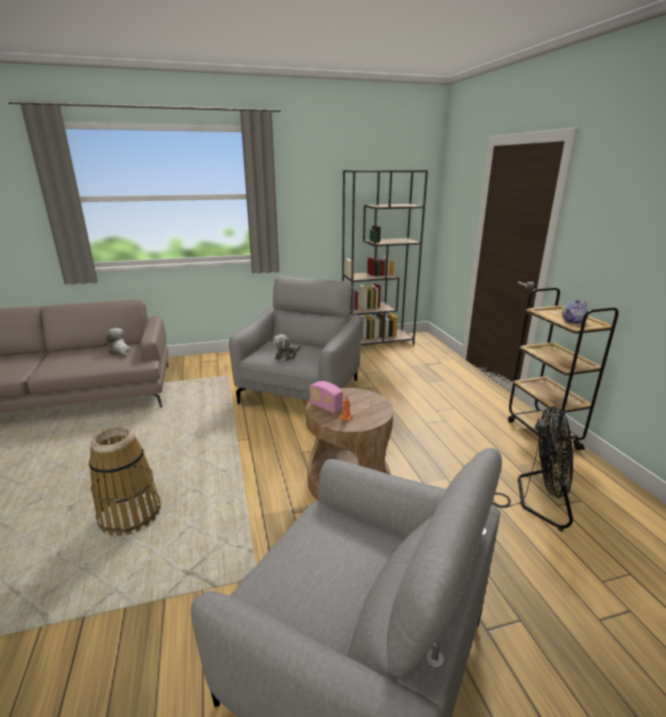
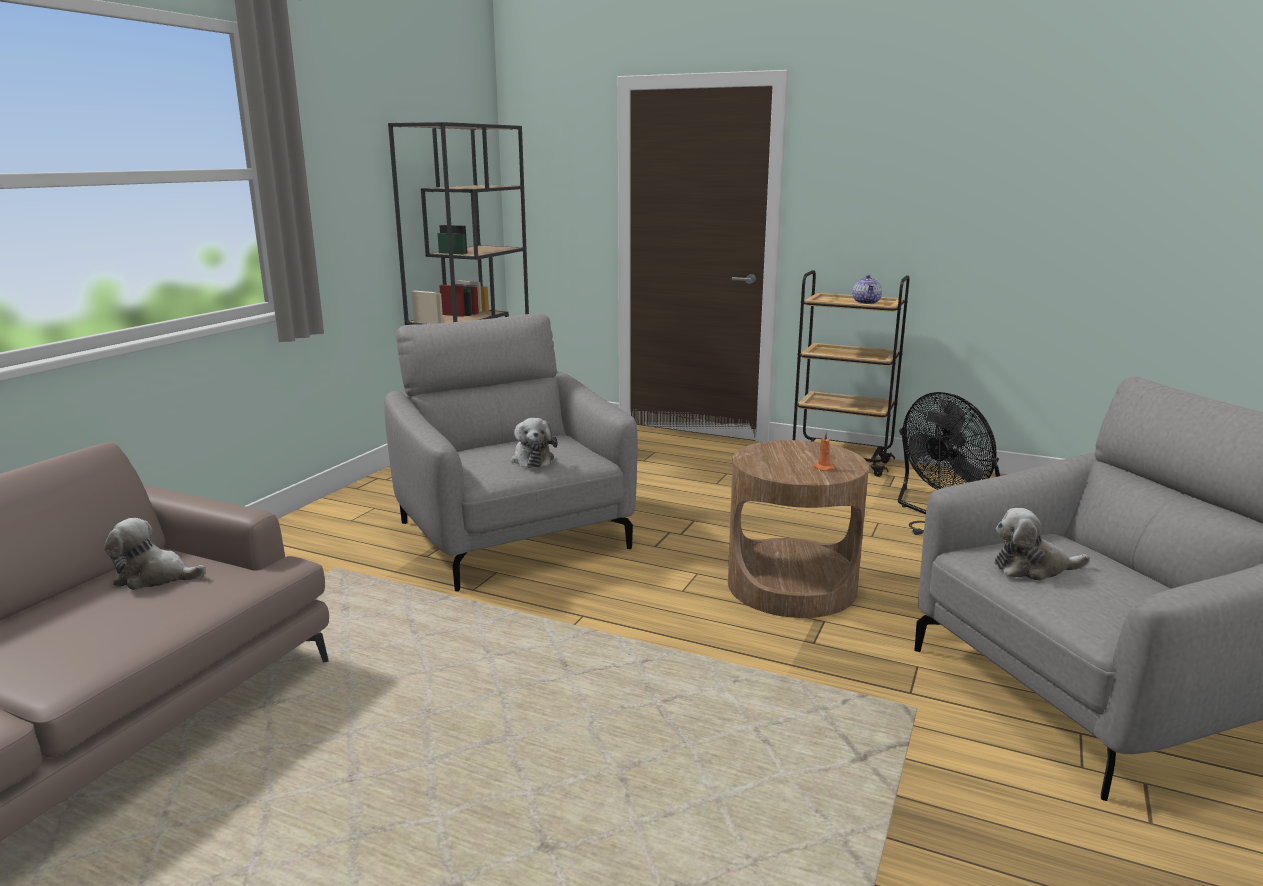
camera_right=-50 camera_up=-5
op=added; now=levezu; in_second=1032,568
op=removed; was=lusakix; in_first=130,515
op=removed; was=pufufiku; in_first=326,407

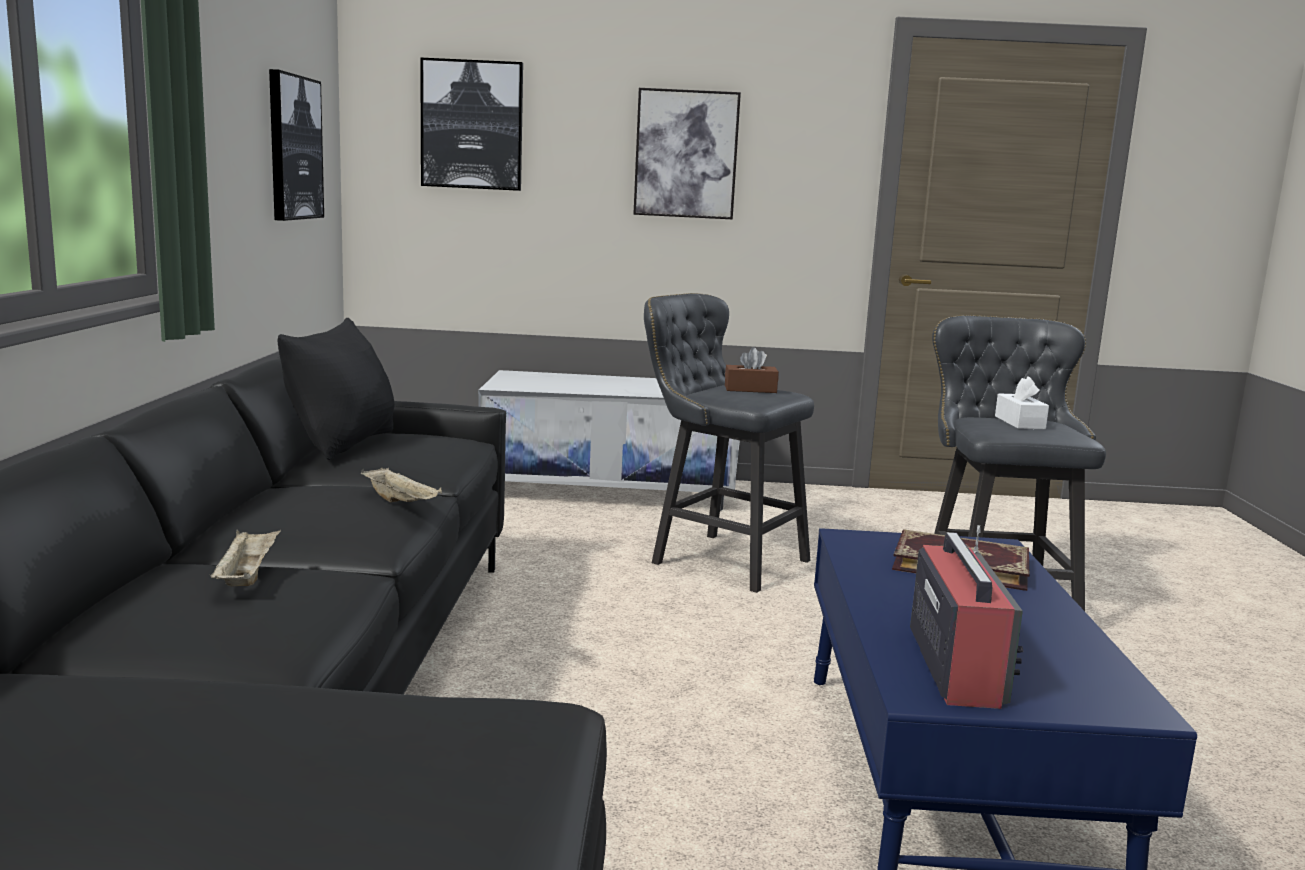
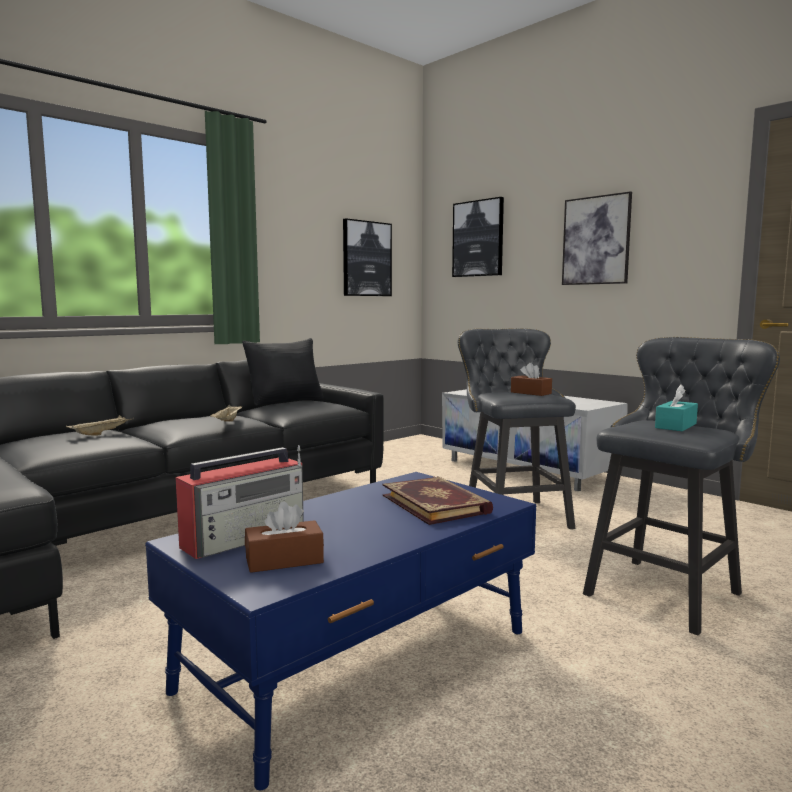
camera_right=45 camera_up=-5
op=added; now=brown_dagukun; in_second=284,560
op=recoloured; was=white_dagukun; now=turquoise_dagukun; in_first=1019,422; in_second=676,426

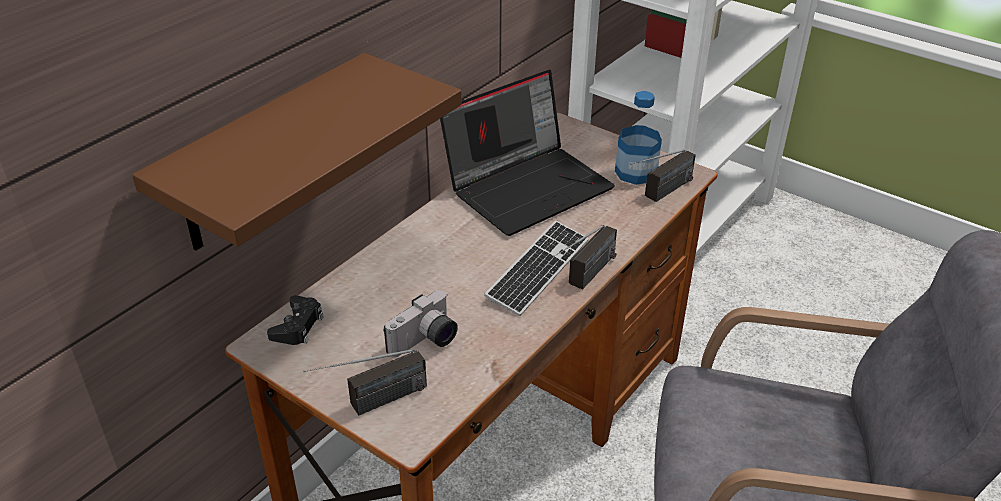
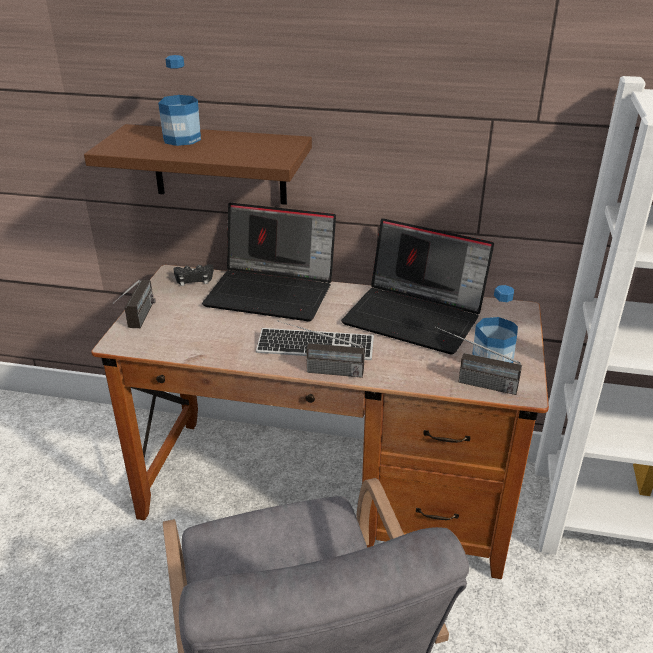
camera_right=65 camera_up=-5
op=turned; was=pufufiku; in_first=371,404; in_second=139,322; clockwise=-120
op=added; now=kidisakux; in_second=182,139
op=added; now=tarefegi; in_second=273,292
op=removed; was=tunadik; in_first=425,342

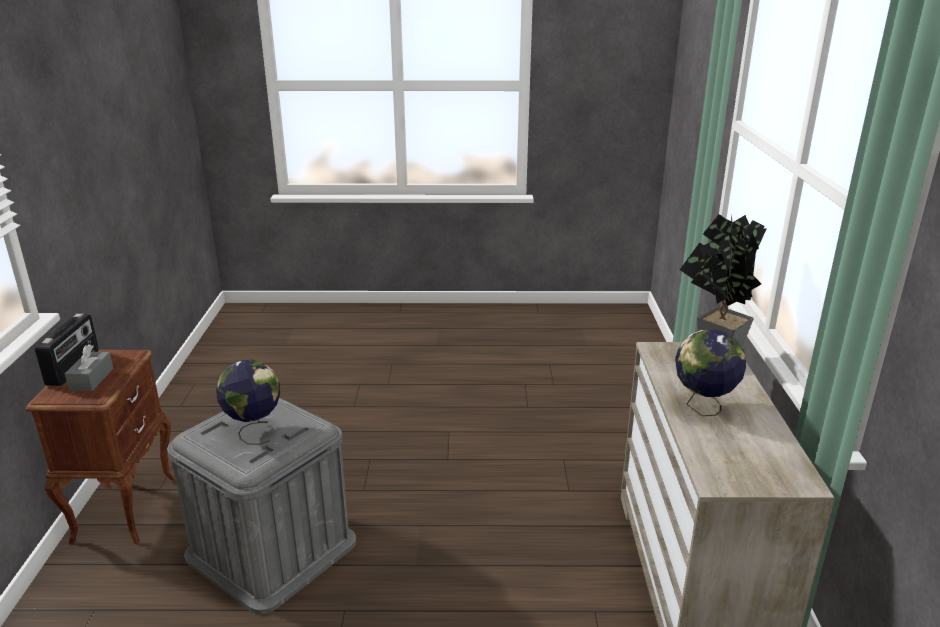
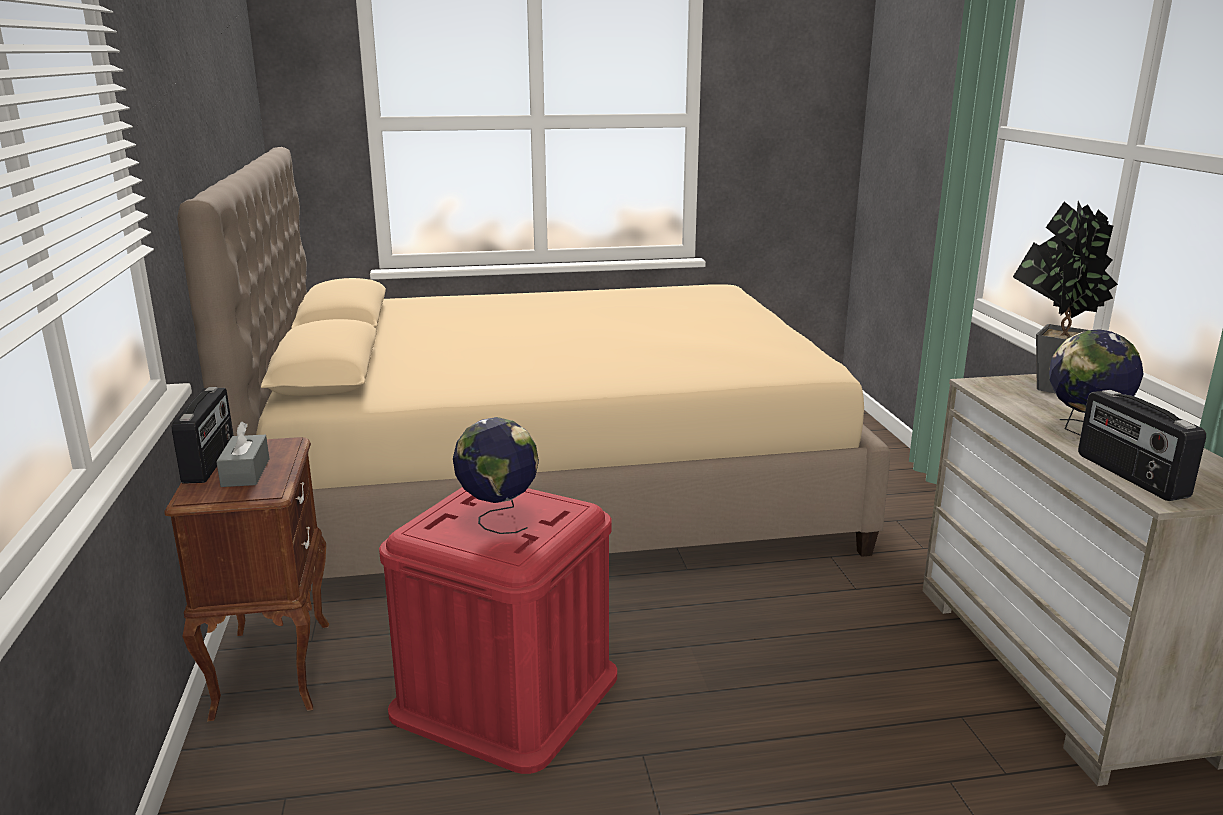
camera_right=-10 camera_up=-5
op=added; now=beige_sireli; in_second=549,488
op=recoloured; was=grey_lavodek; now=red_lavodek; in_first=272,549; in_second=506,694
op=added; now=pufufiku; in_second=1129,476

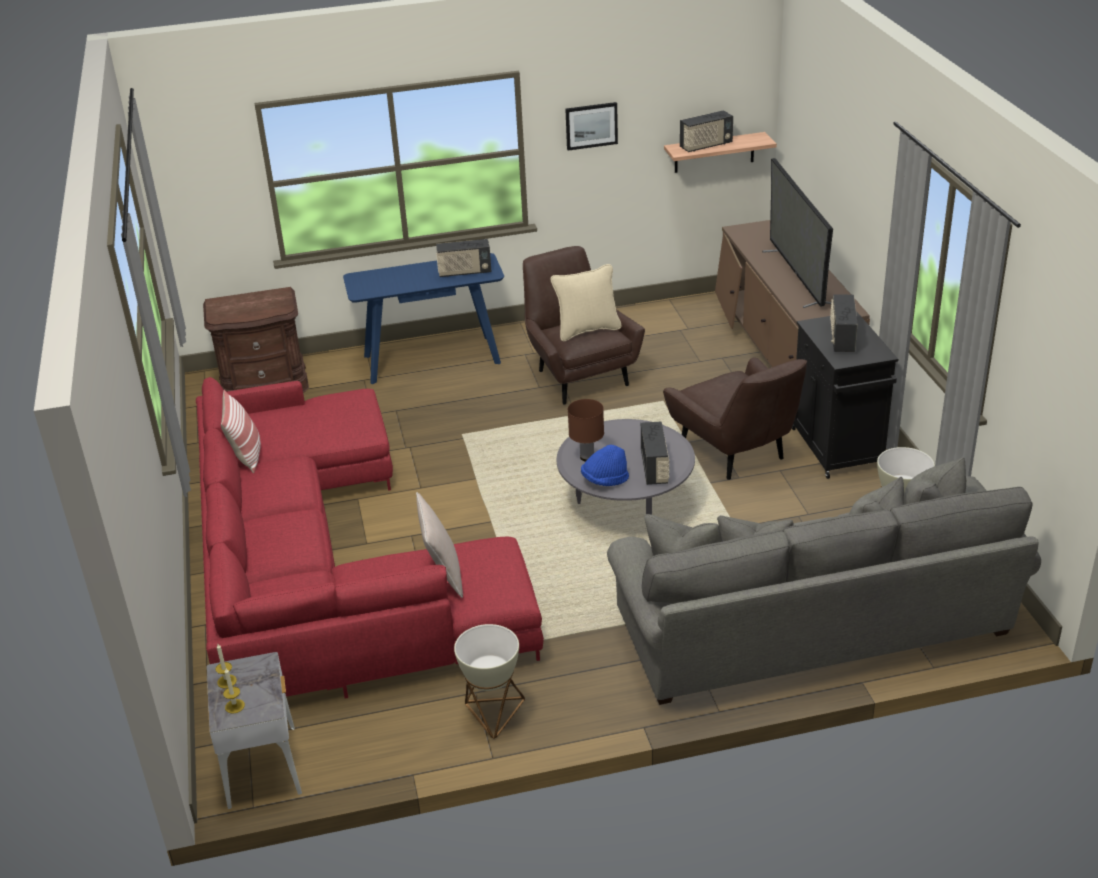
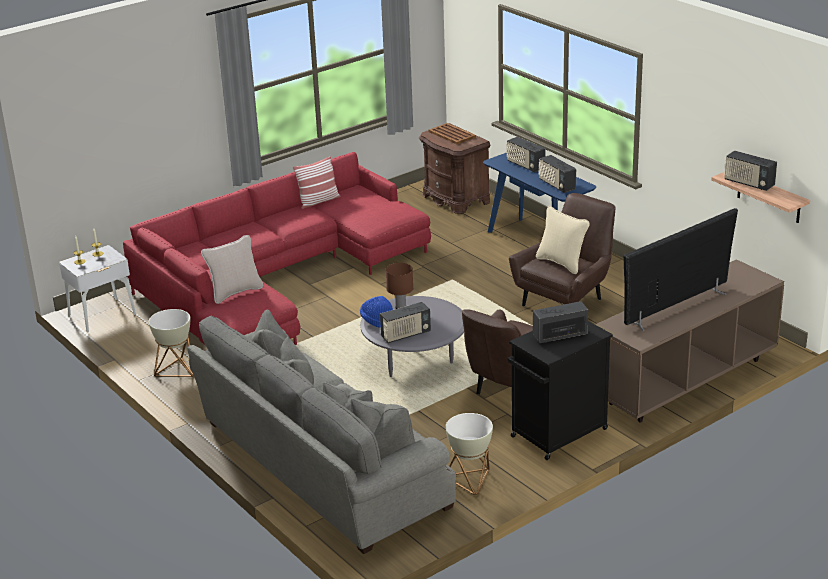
camera_right=65 camera_up=-5
op=added; now=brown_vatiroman; in_second=451,134
op=added; now=pufufiku; in_second=525,165
op=removed; was=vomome; in_first=591,125

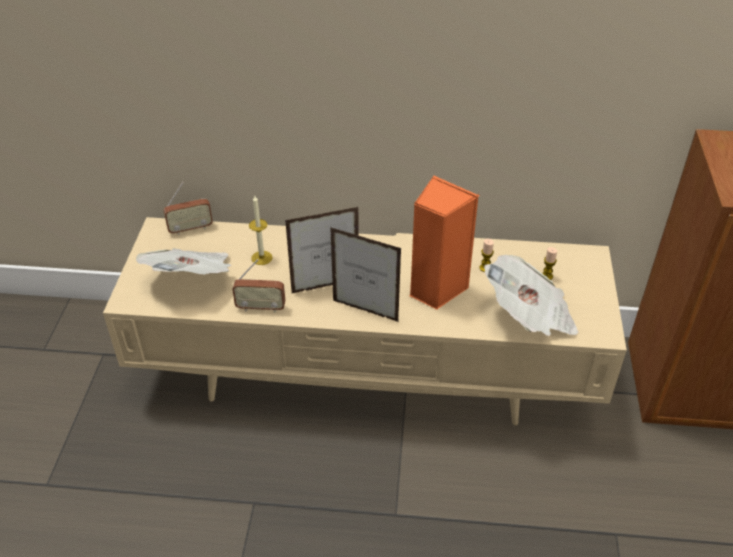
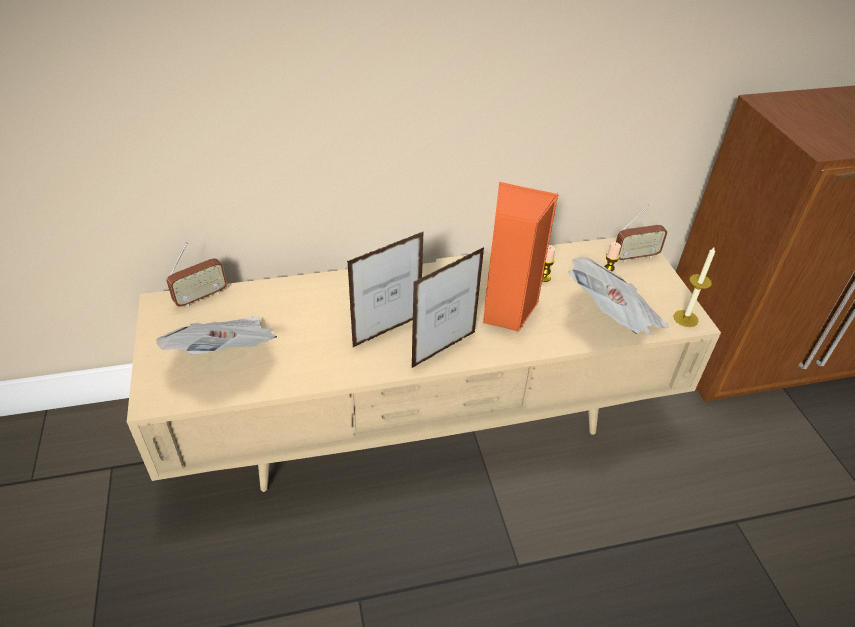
camera_right=-20 camera_up=0
op=turned; was=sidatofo; in_first=365,311; in_second=444,349; clockwise=-45
op=moved; was=pufufiku; in_first=260,307; in_second=635,256
op=moved; was=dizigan; in_first=261,258; in_second=685,318

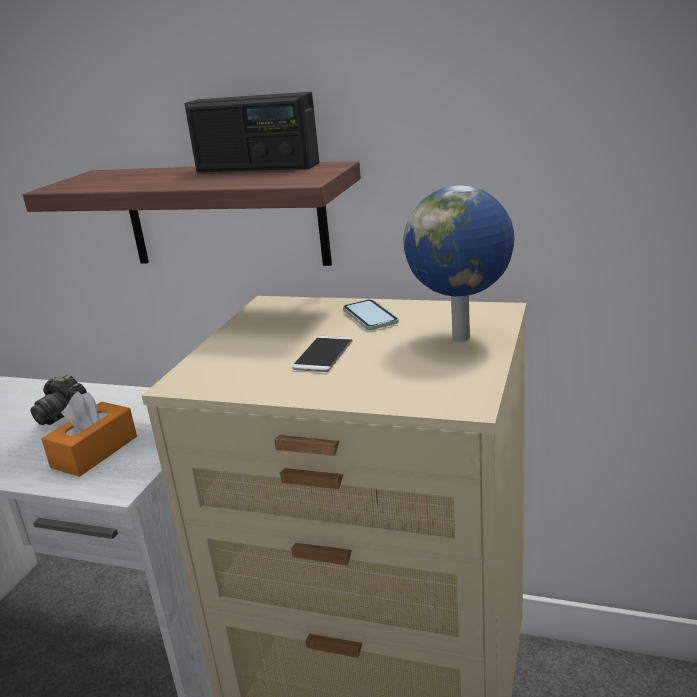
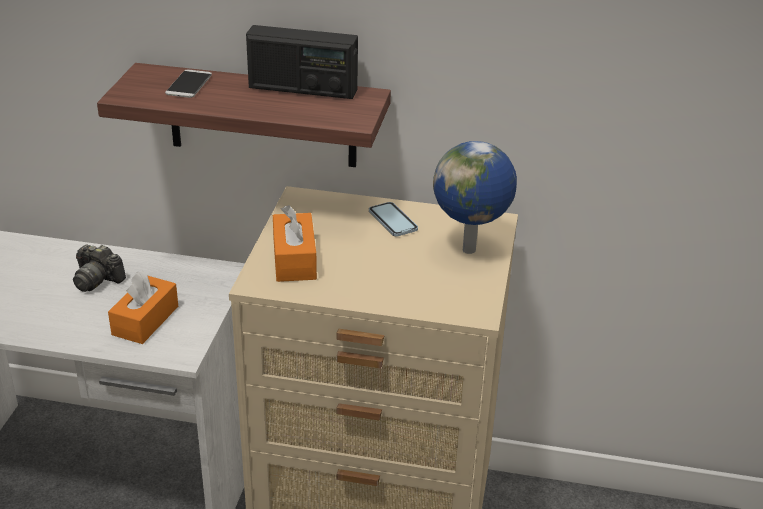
camera_right=-10 camera_up=10
op=moved; was=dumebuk; in_first=323,354; in_second=189,84
op=added; now=orange_dagukun; in_second=294,259

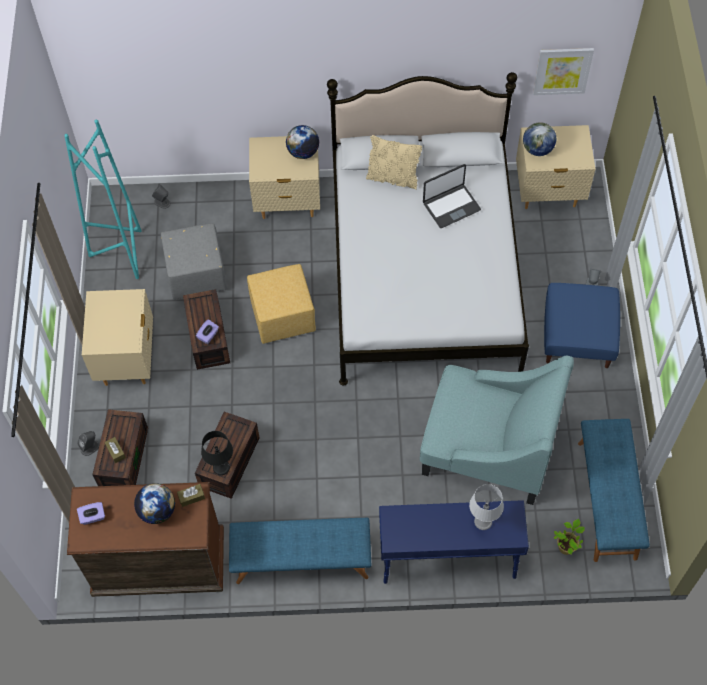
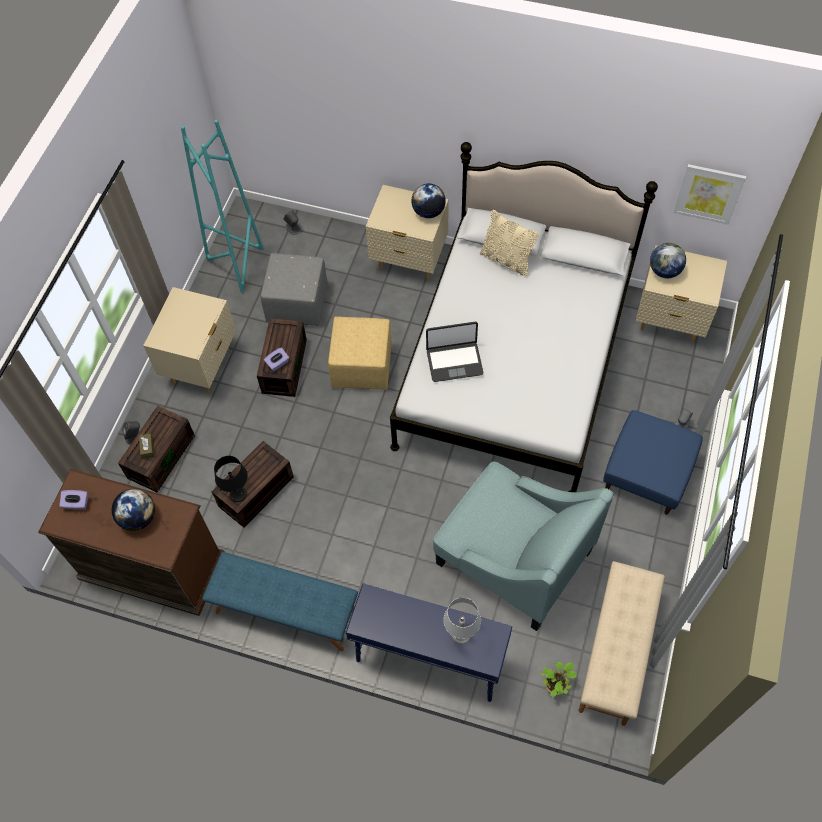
camera_right=20 camera_up=0
op=moved; was=tarefegi; in_first=451,206; in_second=454,361
op=recoloured; was=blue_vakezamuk; now=beige_vakezamuk; in_first=607,499; in_second=617,651
op=removed; was=brown_dagukun; in_first=191,497

